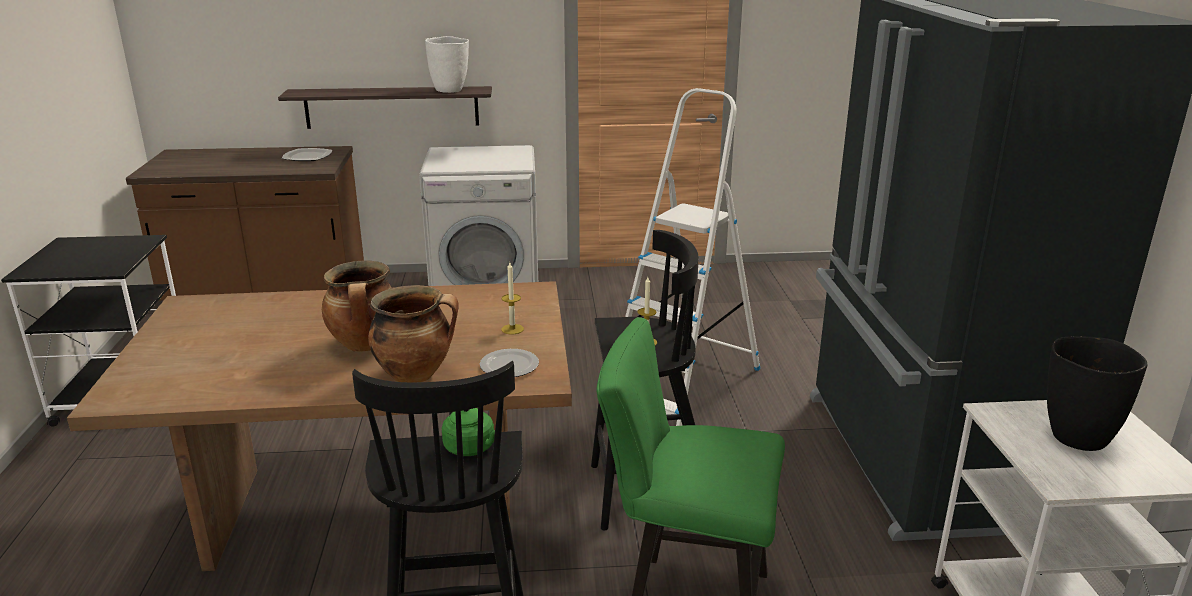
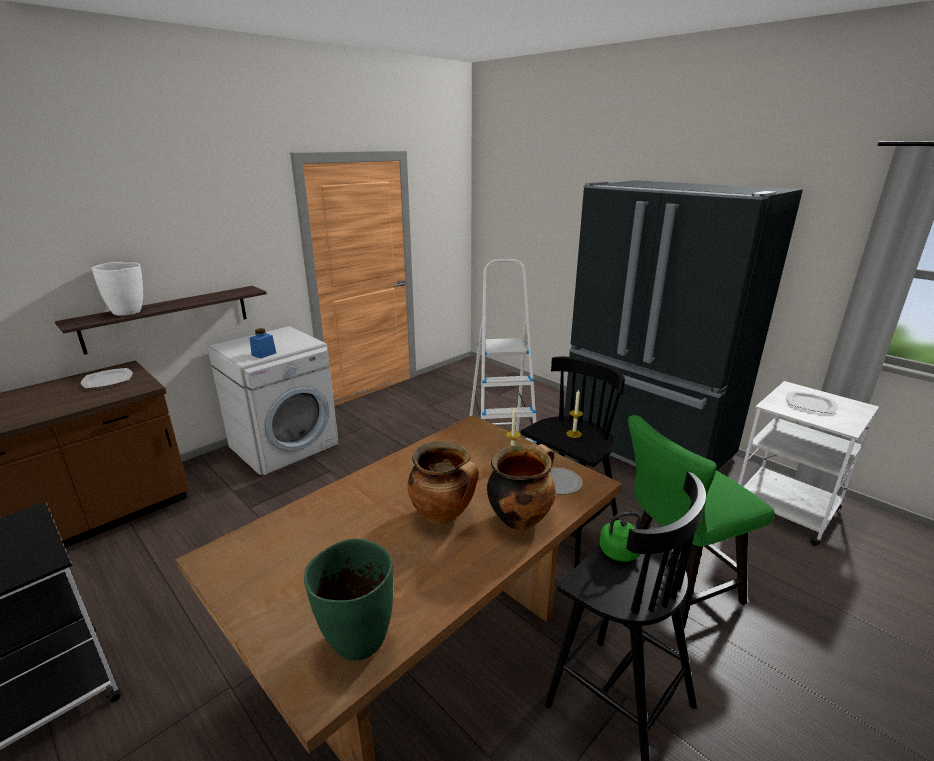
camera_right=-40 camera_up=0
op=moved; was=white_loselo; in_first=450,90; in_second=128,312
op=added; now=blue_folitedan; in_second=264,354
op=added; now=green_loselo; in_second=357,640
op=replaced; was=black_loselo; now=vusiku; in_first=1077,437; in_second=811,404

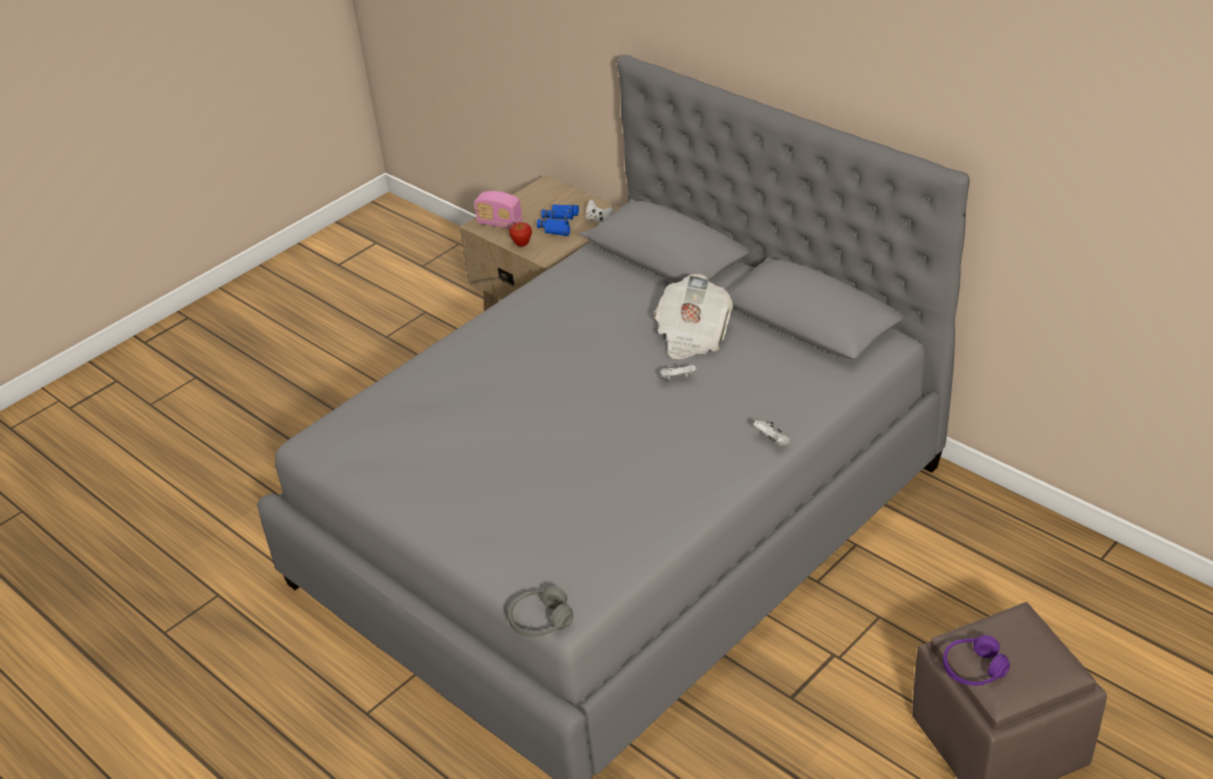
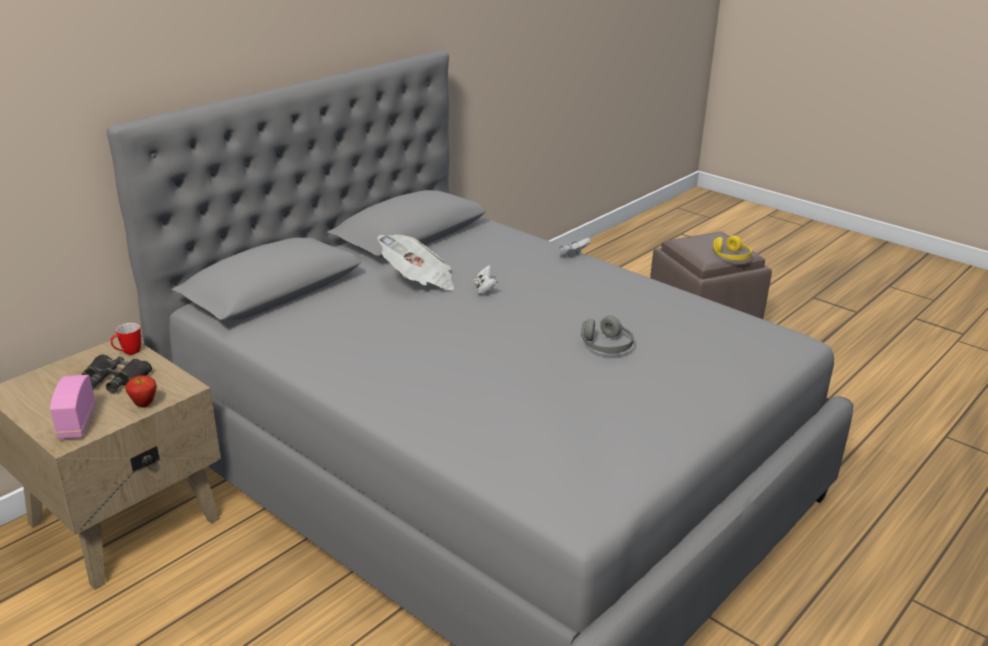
camera_right=-95 camera_up=-10
op=turned; was=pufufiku; in_first=500,223; in_second=77,423; clockwise=150
op=recoloured; was=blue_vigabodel; now=black_vigabodel; in_first=559,224; in_second=115,379
op=replaced; was=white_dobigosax; now=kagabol; in_first=599,220; in_second=128,353
op=moved; was=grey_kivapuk; in_first=540,621; in_second=606,346
op=recoloured; was=purple_kivapuk; now=yellow_kivapuk; in_first=973,669; in_second=731,256

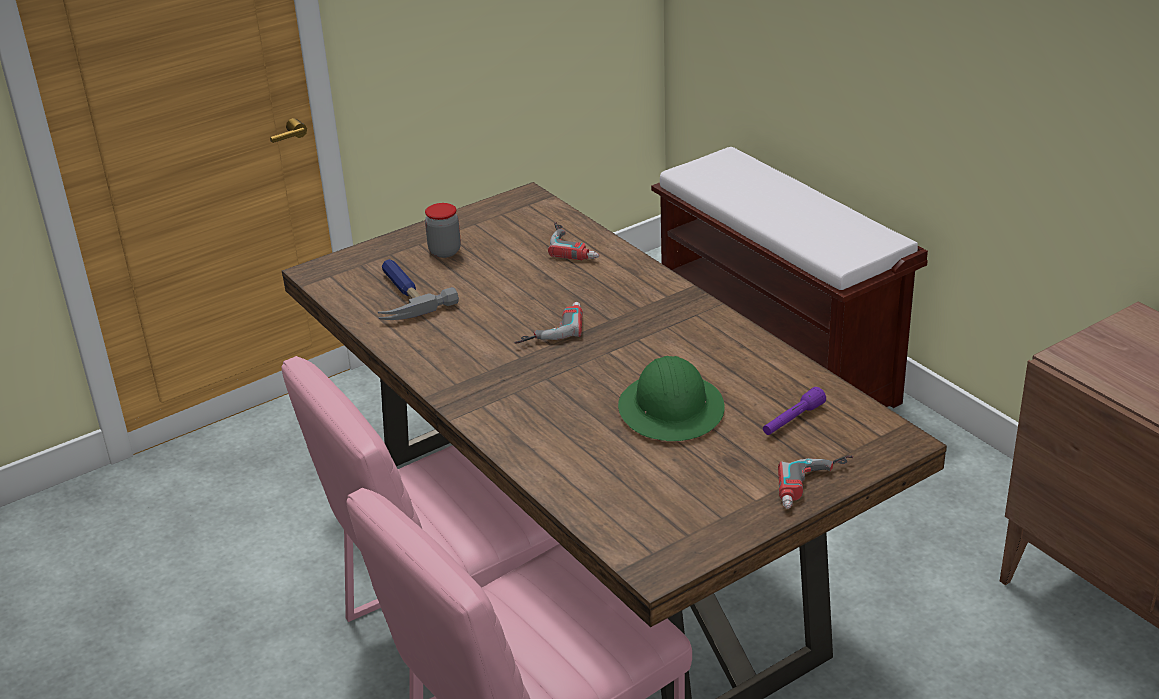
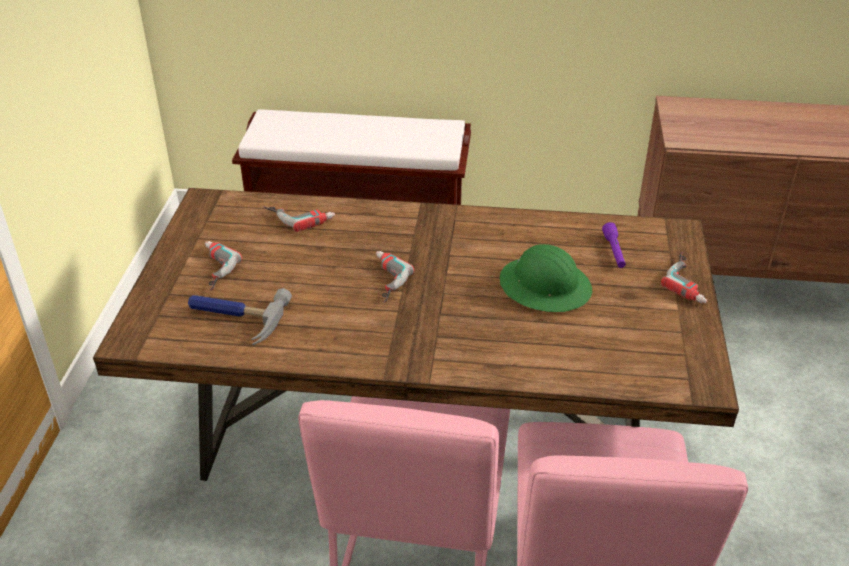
camera_right=-50 camera_up=5
op=replaced; was=folitedan; now=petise; in_first=445,251; in_second=210,269

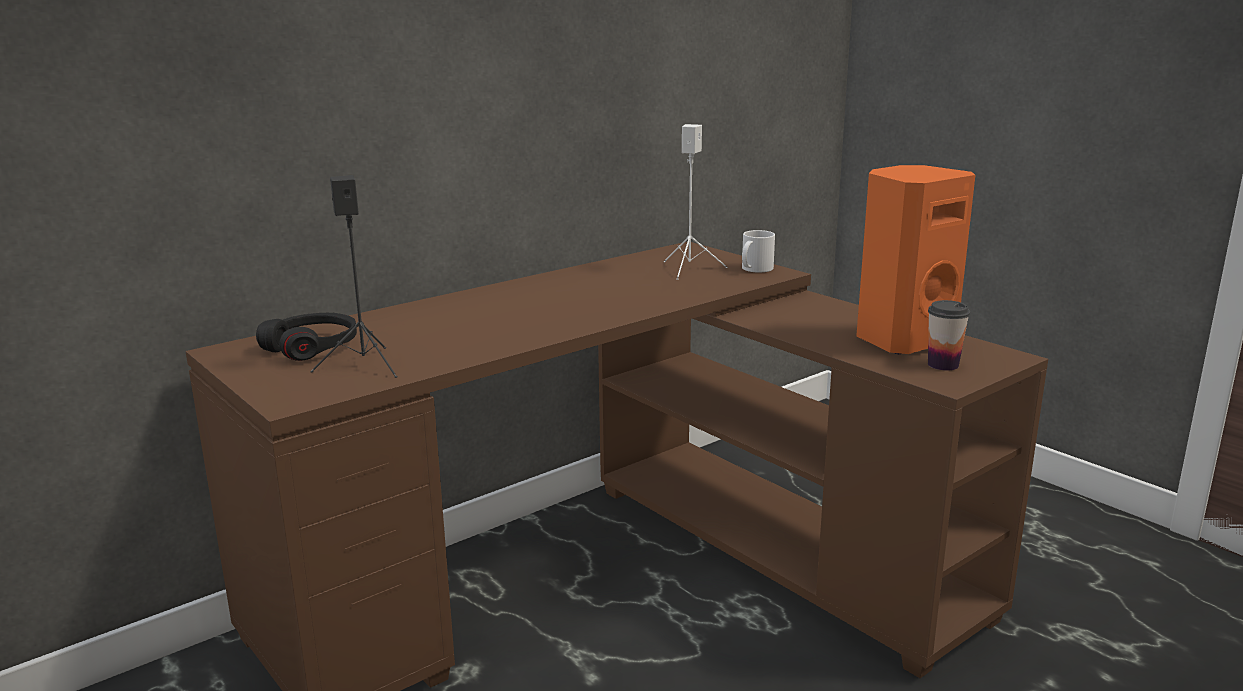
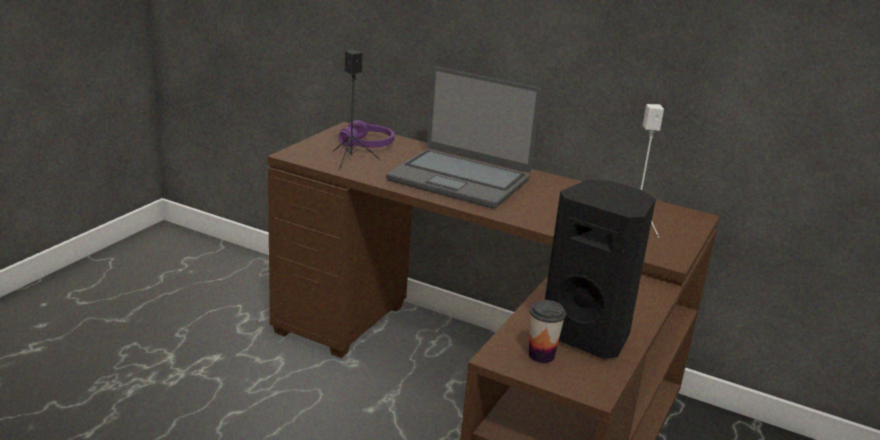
camera_right=65 camera_up=5
op=recoloured; was=black_kivapuk; now=purple_kivapuk; in_first=312,347; in_second=367,144
op=added; now=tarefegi; in_second=460,179
op=recoloured; was=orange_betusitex; now=black_betusitex; in_first=902,340; in_second=588,335
op=removed; was=white_kagabol; in_first=754,268

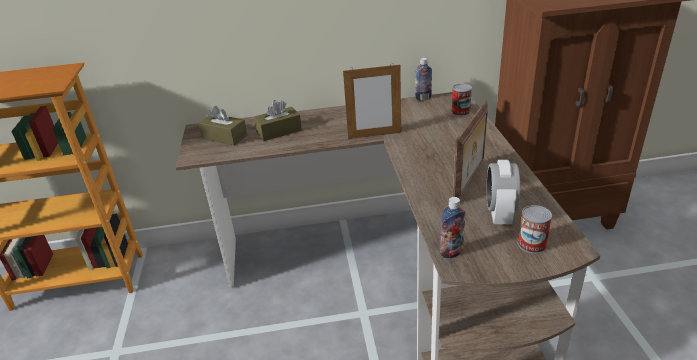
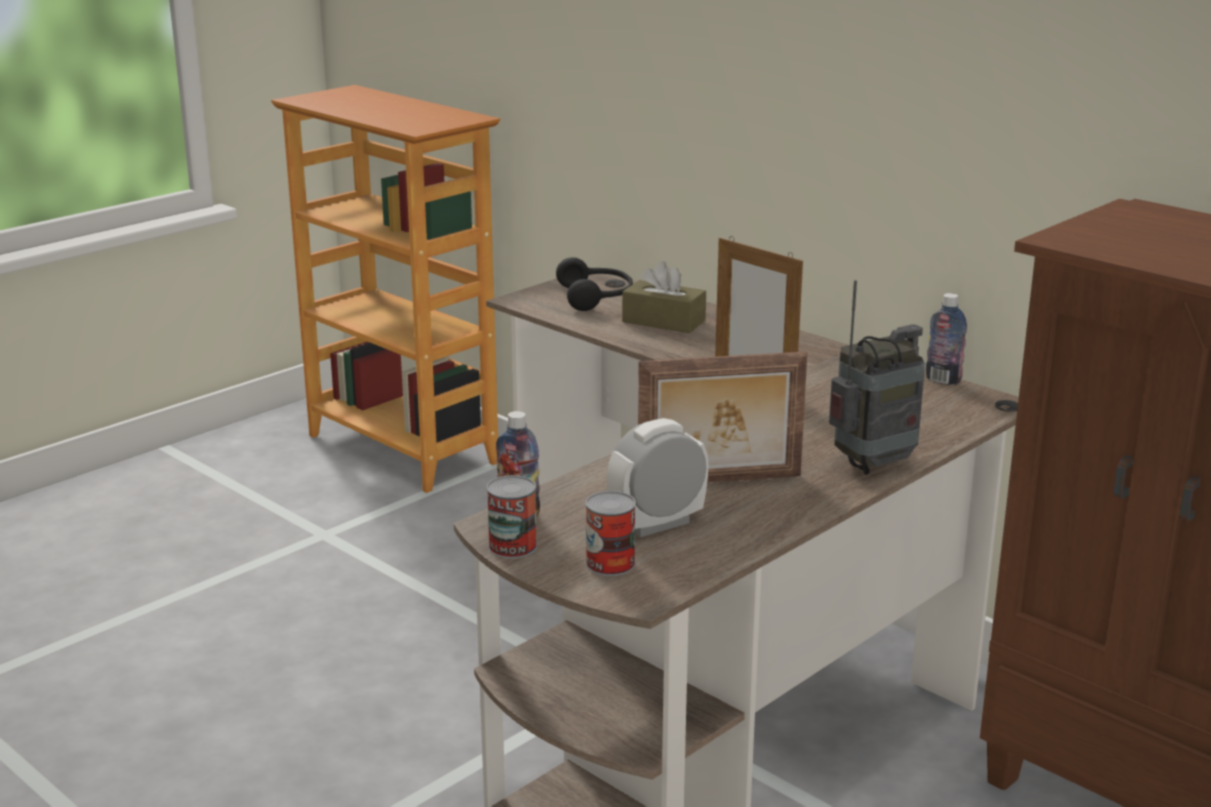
camera_right=50 camera_up=-10
op=moved; was=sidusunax; in_first=460,111; in_second=512,546
op=replaced; was=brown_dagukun; now=black_kivapuk; in_first=224,137; in_second=597,297
op=added; now=pufufiku; in_second=874,465

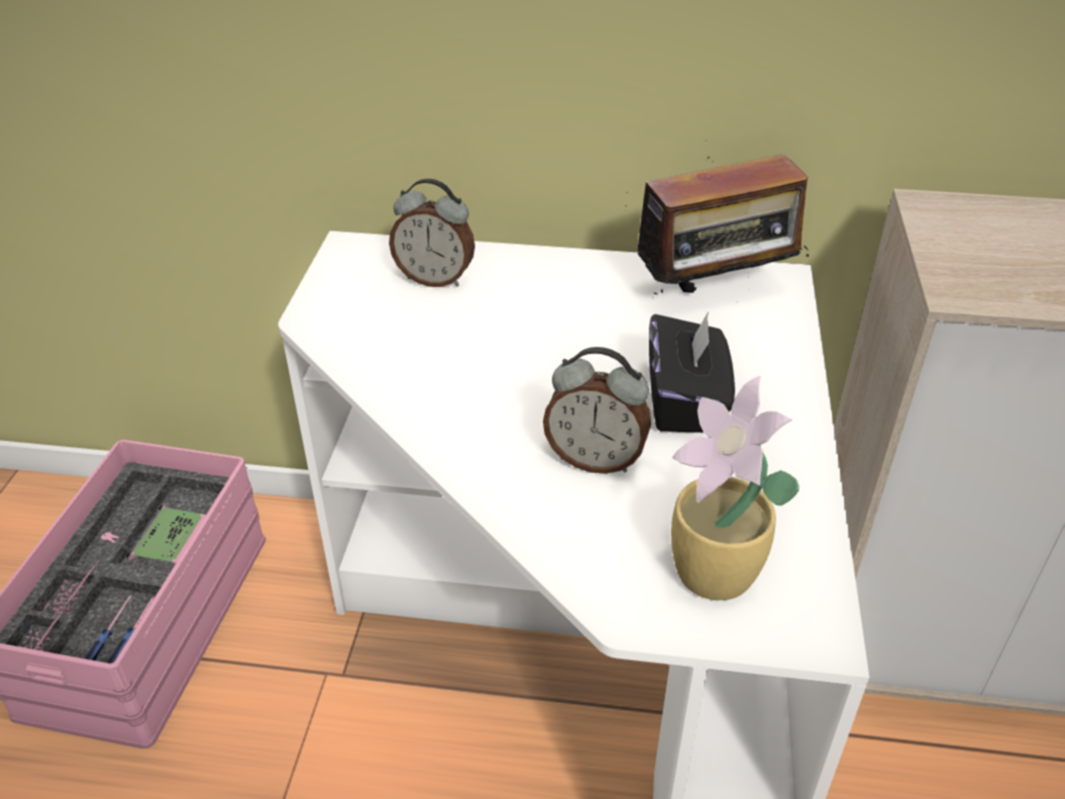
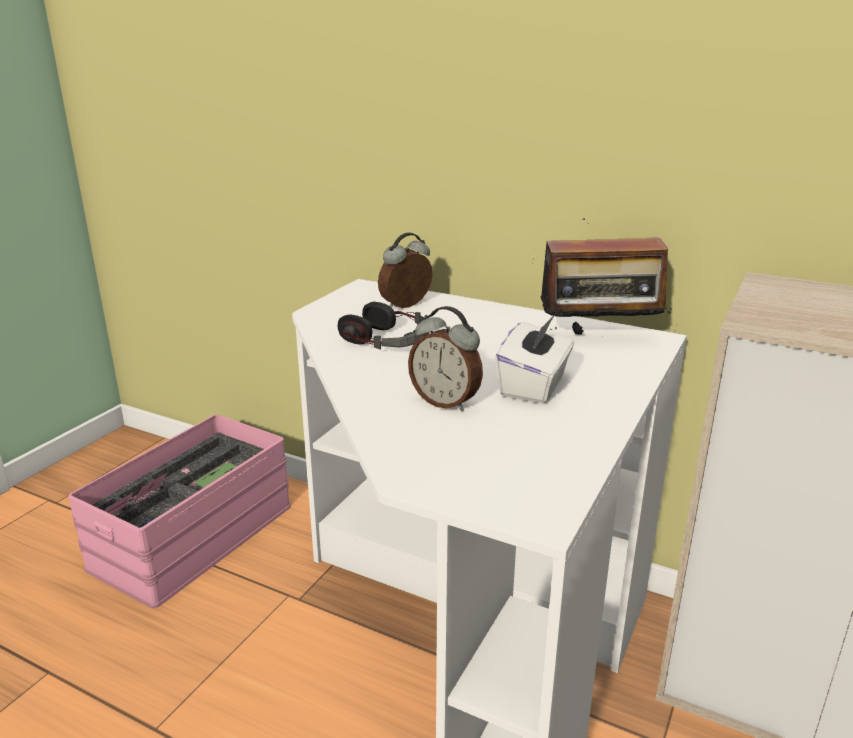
camera_right=20 camera_up=-15
op=added; now=kivapuk; in_second=386,339
op=turned; was=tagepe; in_first=435,279; in_second=407,306; clockwise=105
op=recoloured; was=black_dagukun; now=white_dagukun; in_first=685,402; in_second=534,386
op=removed; was=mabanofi; in_first=714,577

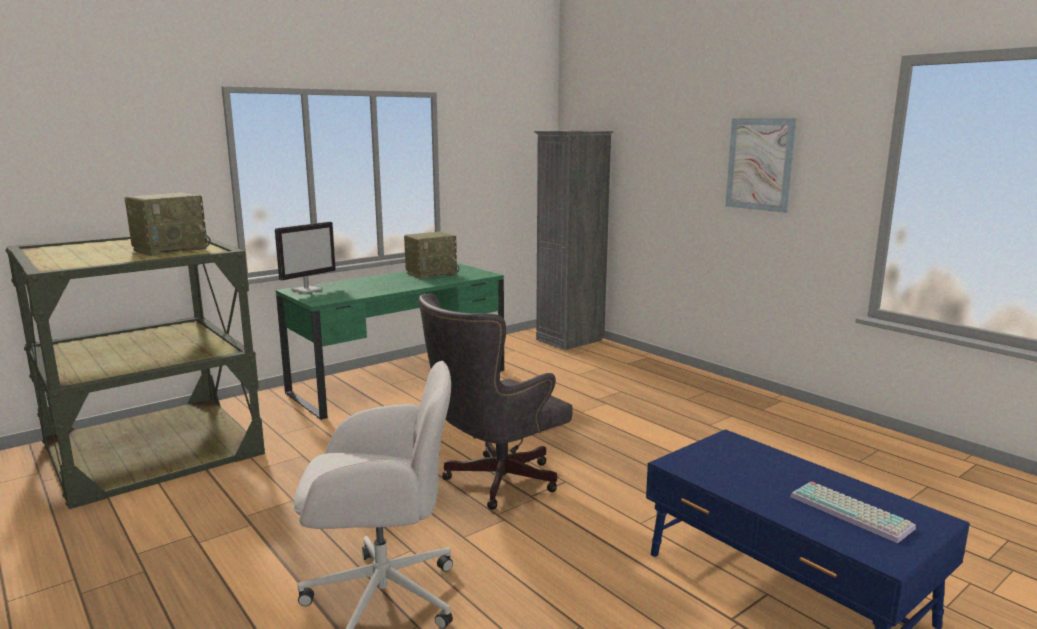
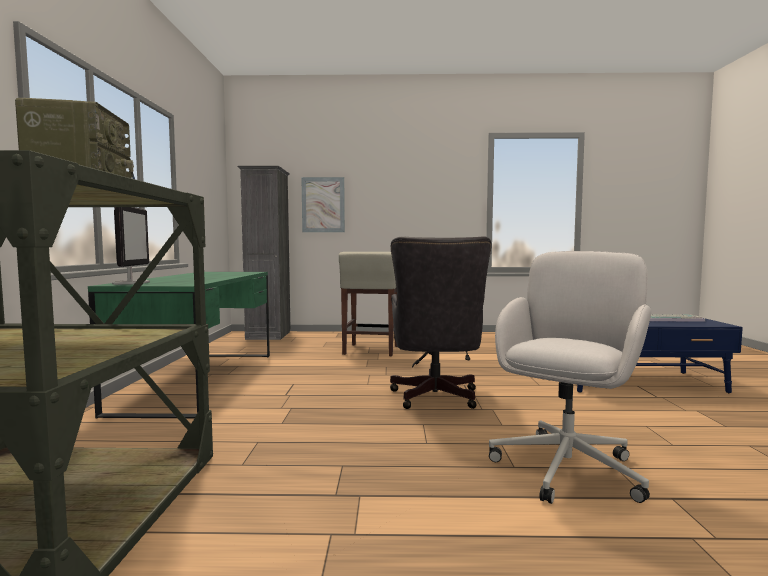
camera_right=-50 camera_up=-10
op=moved; was=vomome; in_first=760,164; in_second=323,205
op=added; now=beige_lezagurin; in_second=371,350
op=removed; was=pufufiku; in_first=431,273

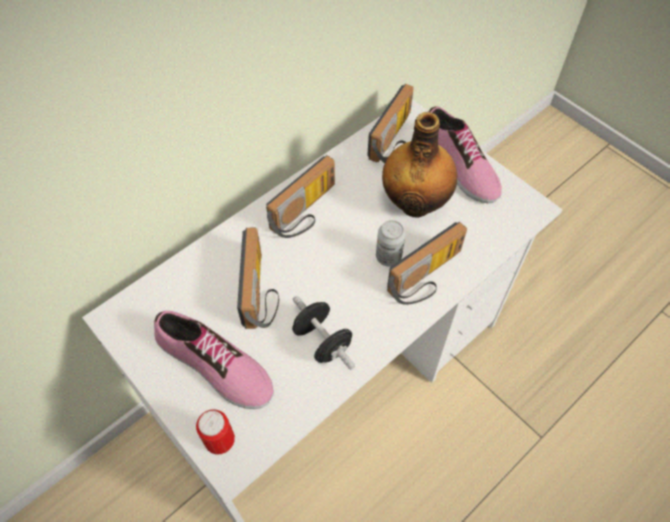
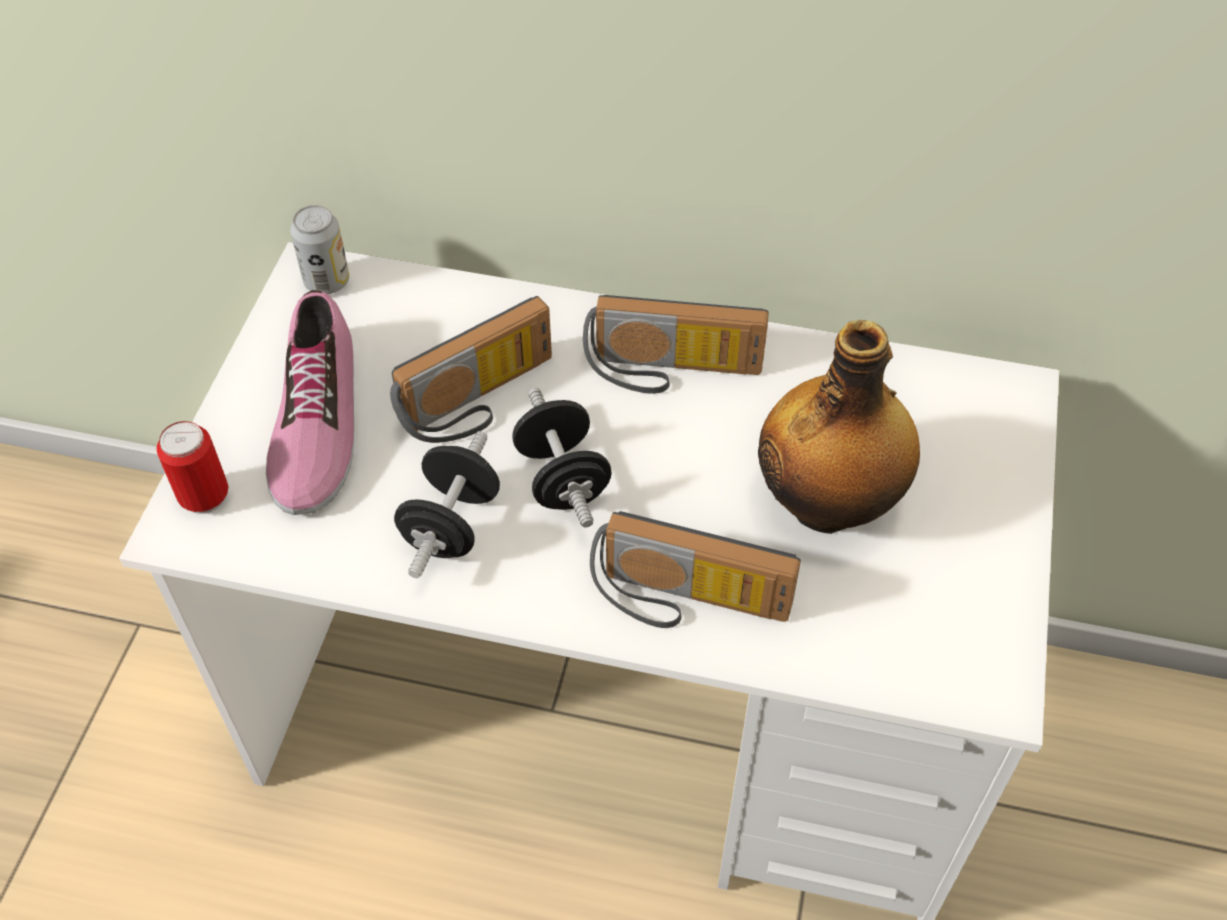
camera_right=55 camera_up=-5
op=moved; was=sidusunax; in_first=388,257; in_second=327,282
op=added; now=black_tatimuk; in_second=562,479
op=removed; was=pufufiku; in_first=395,140
op=removed; was=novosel; in_first=457,165

